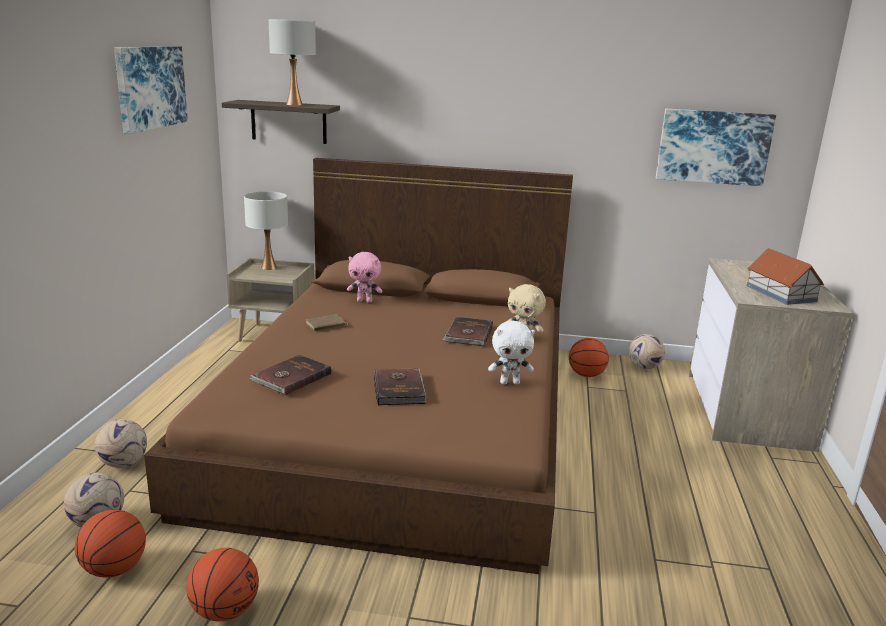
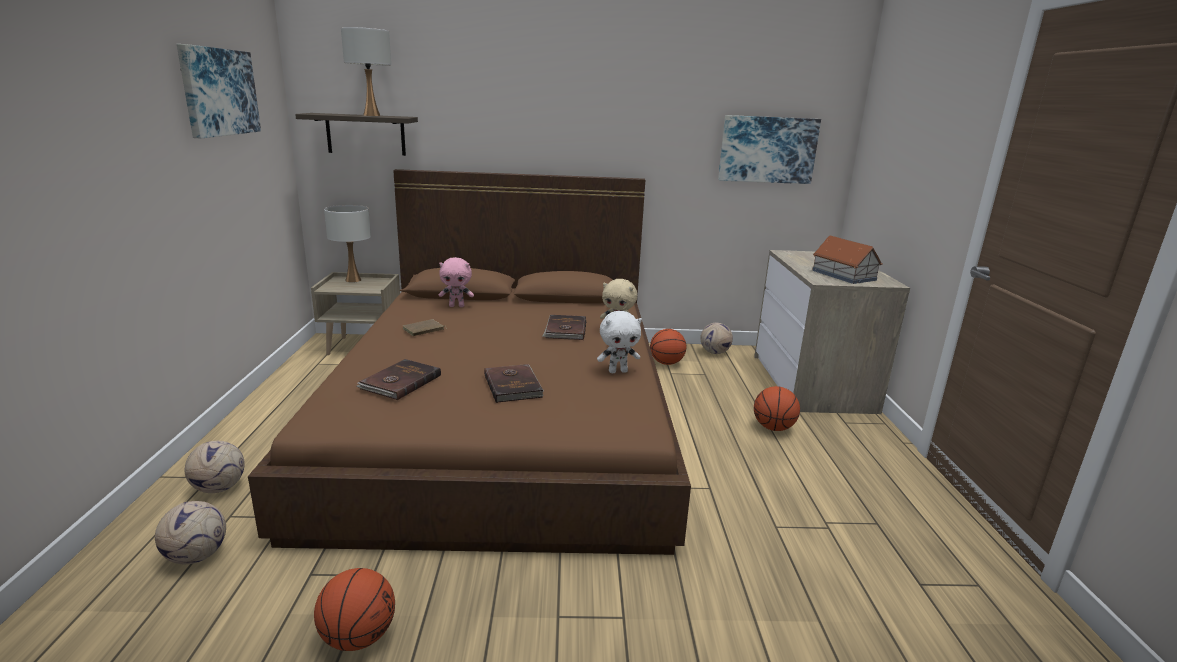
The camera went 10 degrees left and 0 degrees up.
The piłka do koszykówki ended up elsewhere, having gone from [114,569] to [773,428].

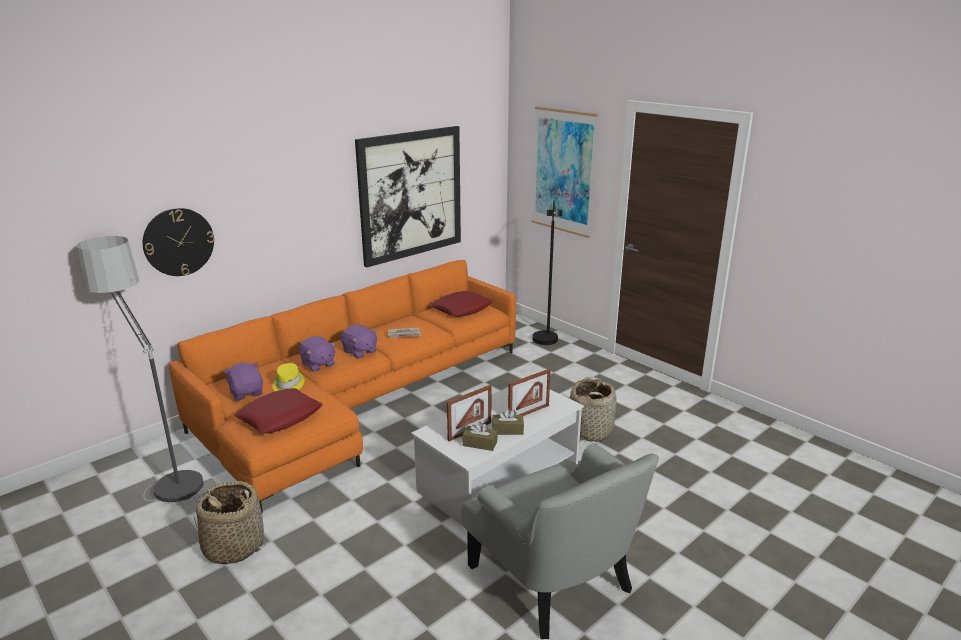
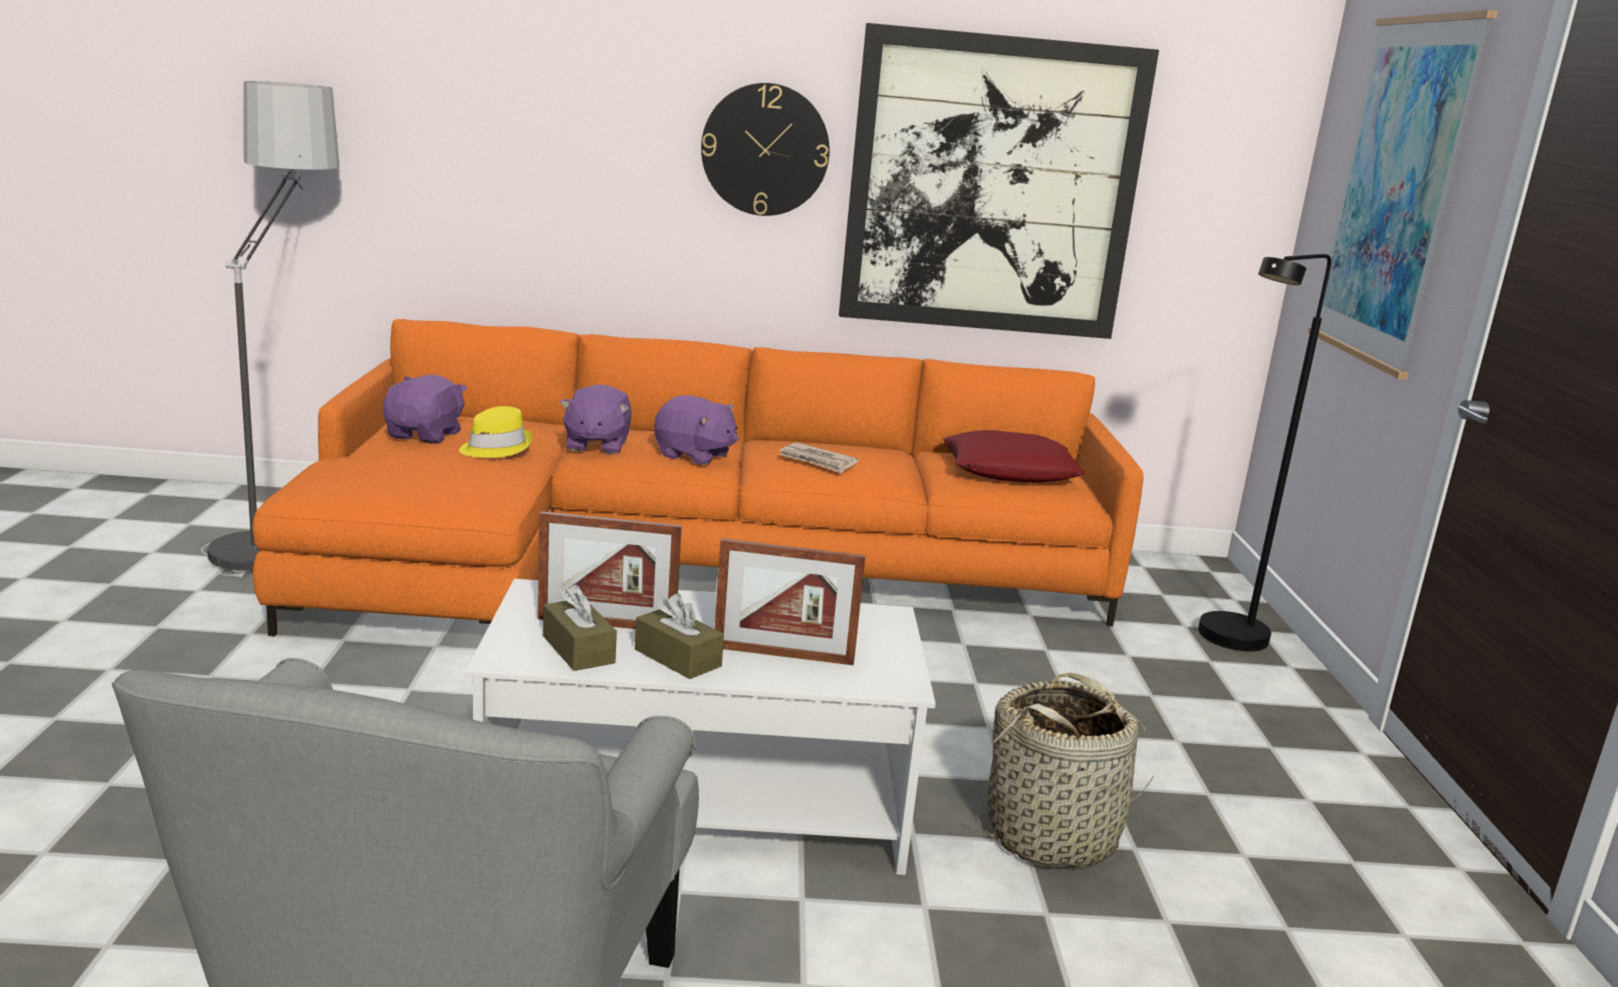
The camera went 40 degrees right and 5 degrees down.
The zegar ścienny ended up elsewhere, having gone from [178,242] to [765,150].
The second view lost the koszyk at [233,546].
The second view lost the poduszka/czerwony at [280,417].
The pluszak/fioletowy at [359,352] ended up facing another way, 60 degrees counterclockwise from before.

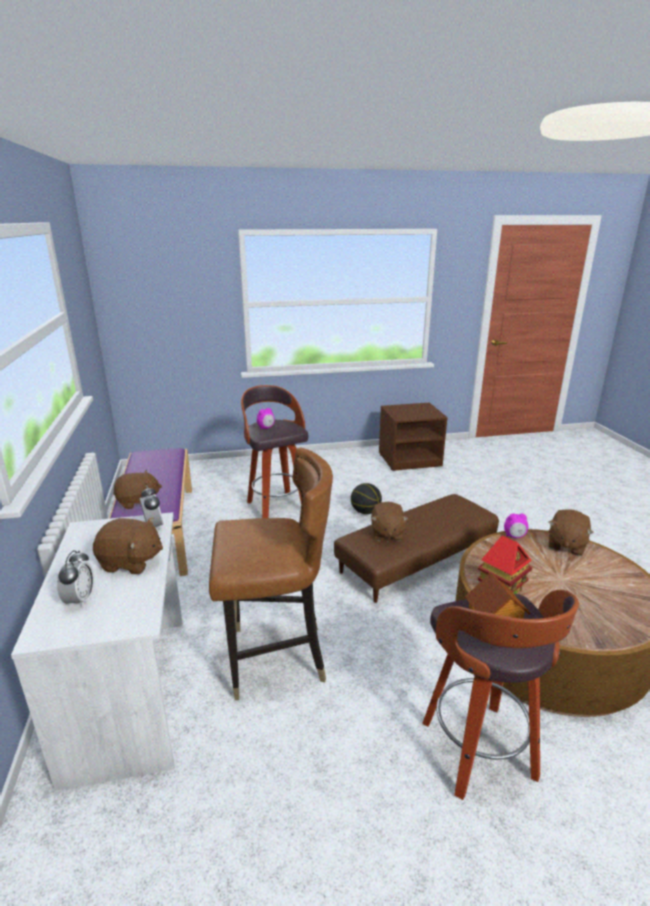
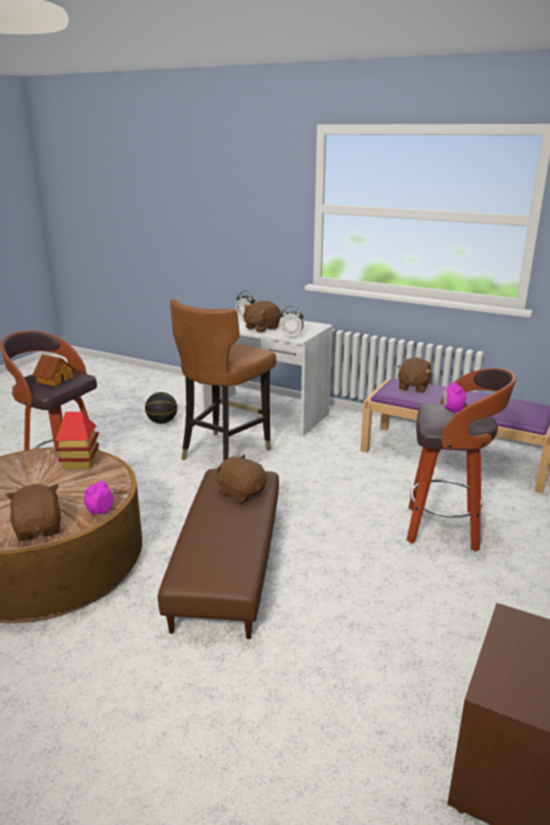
The camera went 130 degrees right and 0 degrees up.
The piłka do koszykówki ended up elsewhere, having gone from [365,512] to [162,422].

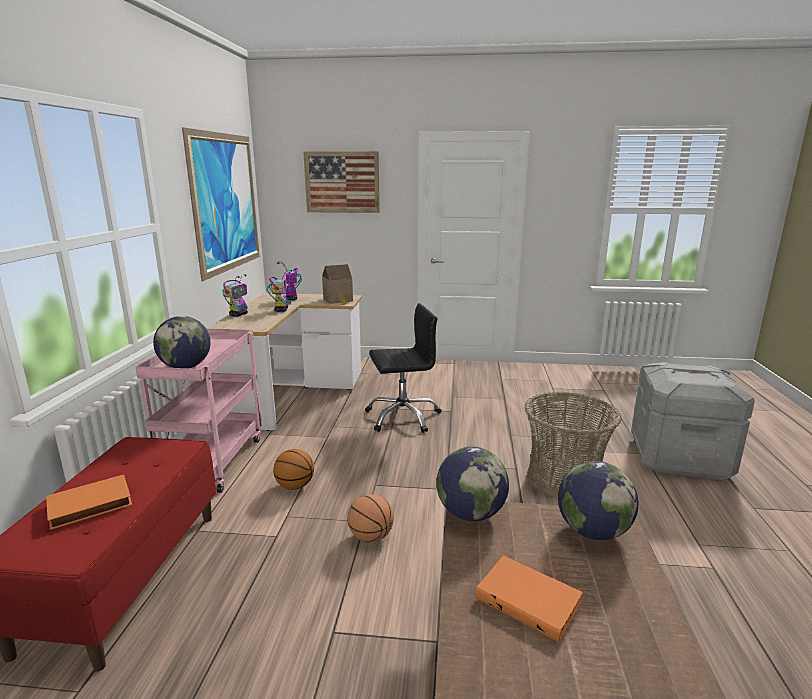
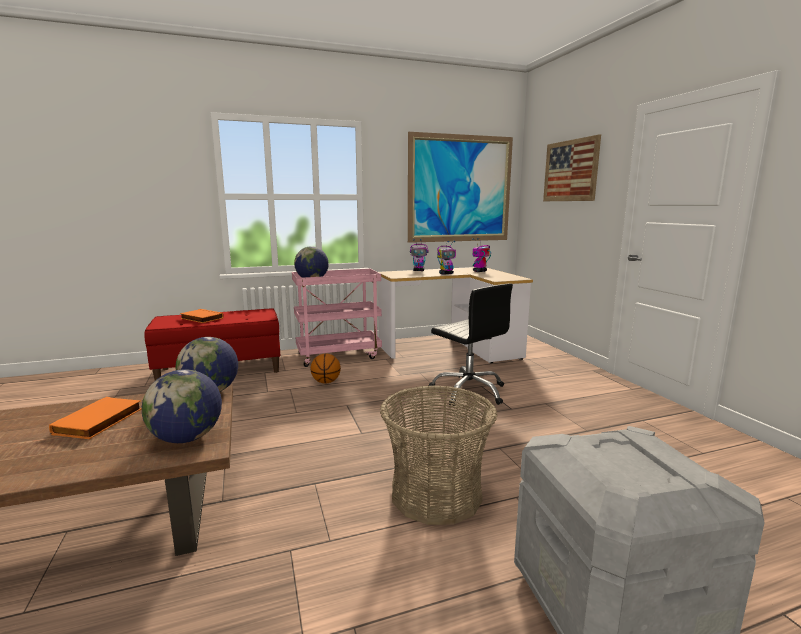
The camera went 65 degrees right and 5 degrees down.
The second view lost the domek at [338,300].
The second view lost the piłka do koszykówki at [371,537].

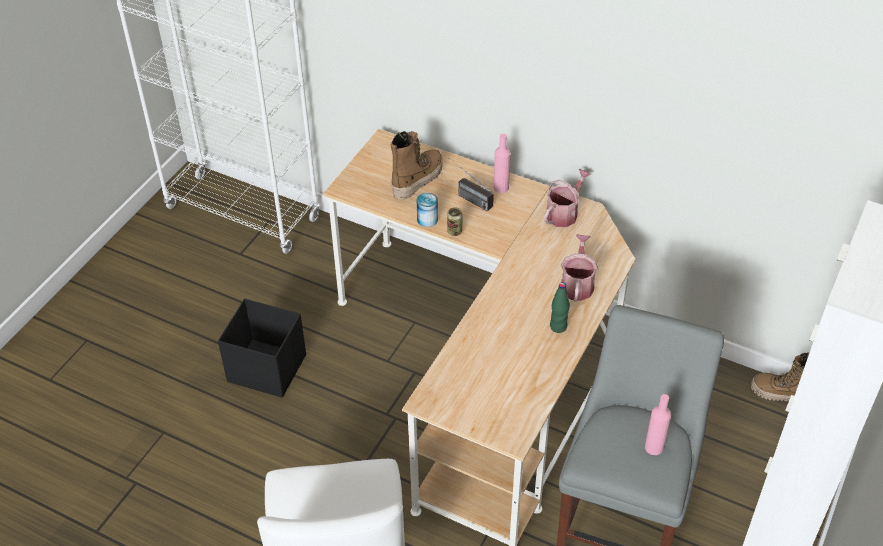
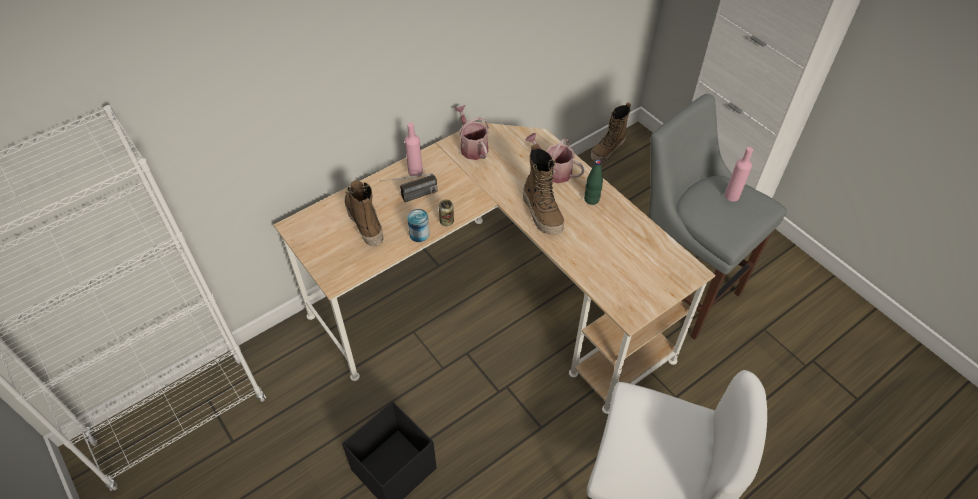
The camera went 65 degrees left and 5 degrees up.
The second view gained the but z cholewką at [542,213].

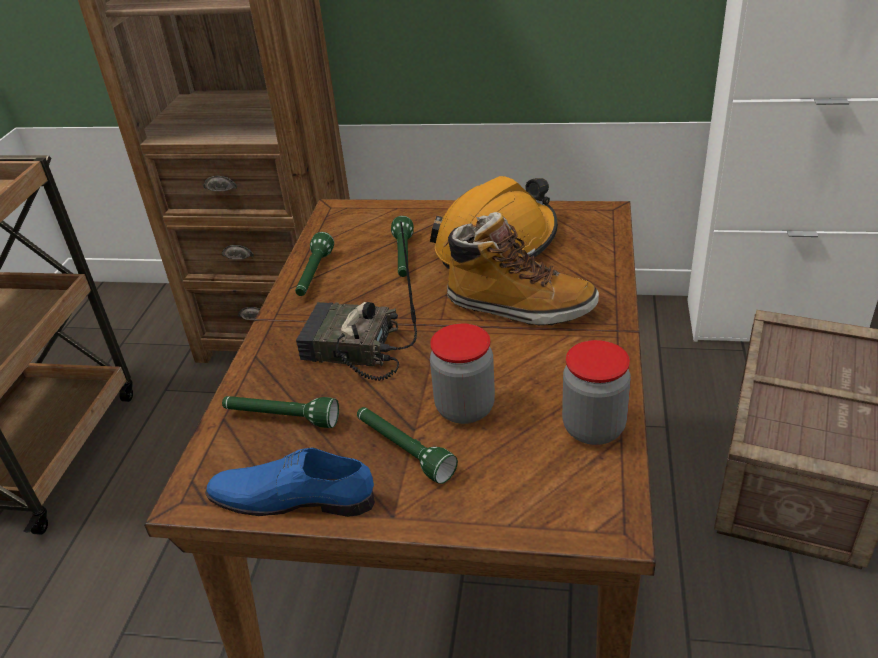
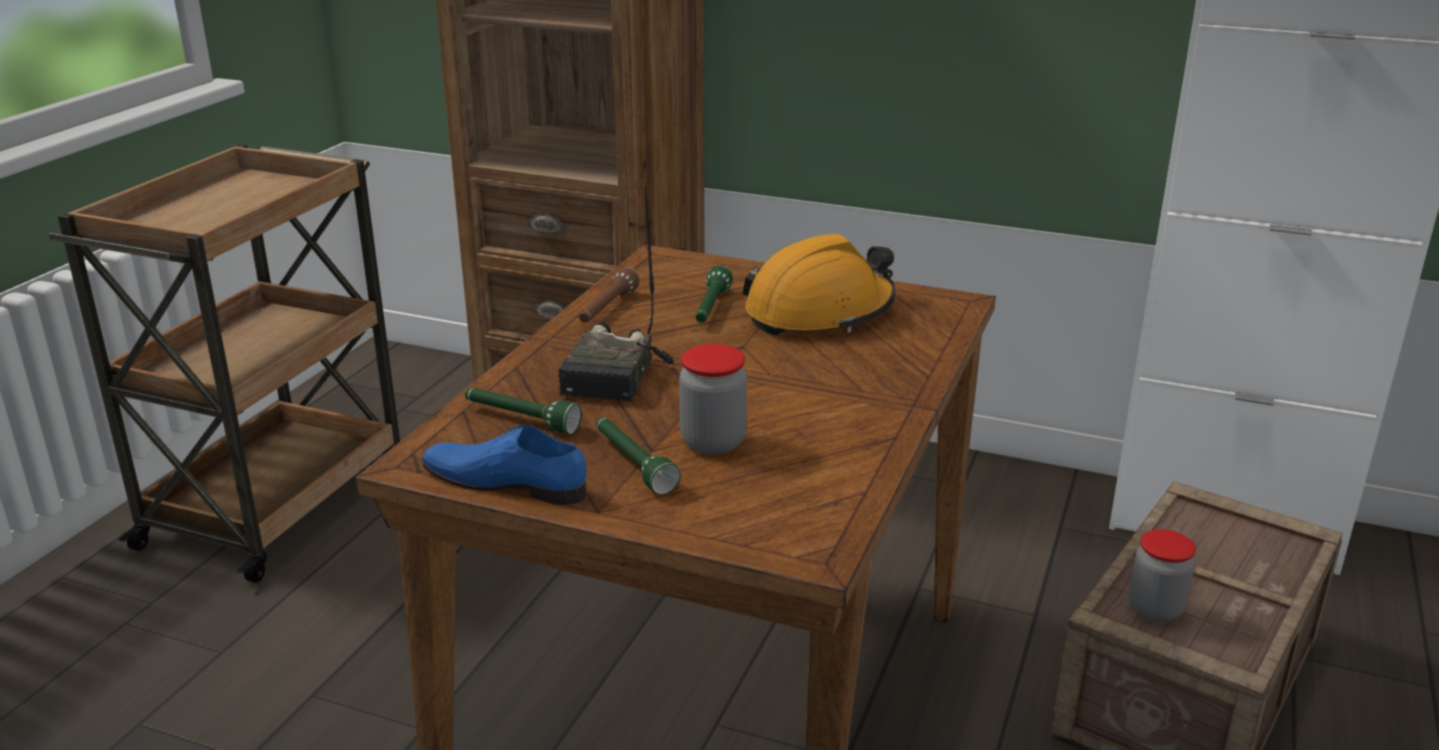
The camera went 10 degrees right and 10 degrees down.
What was the latarka/zielony at [314,275] turned into the latarka/brązowy at [607,309].
The radio at [352,351] ended up facing another way, 105 degrees counterclockwise from before.
The second view lost the but z cholewką at [519,307].
The słoik ended up elsewhere, having gone from [593,428] to [1155,609].

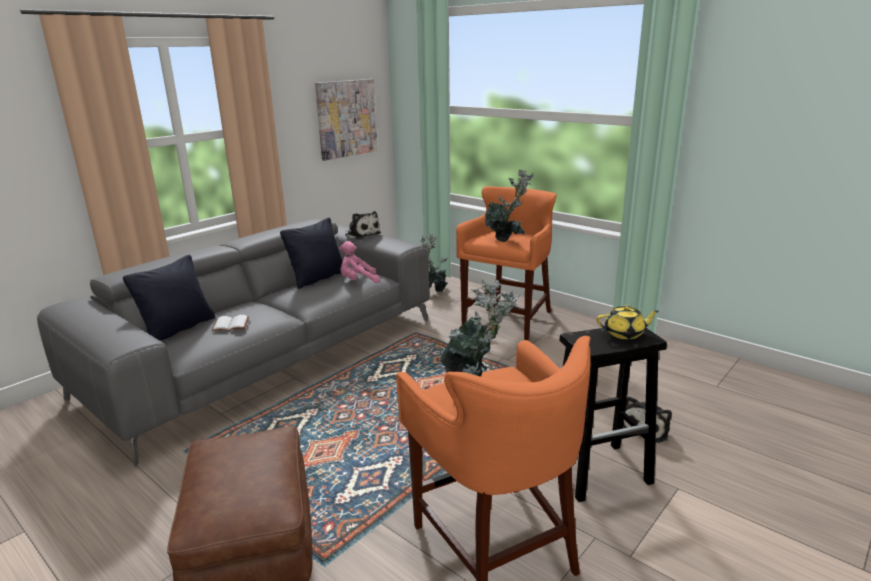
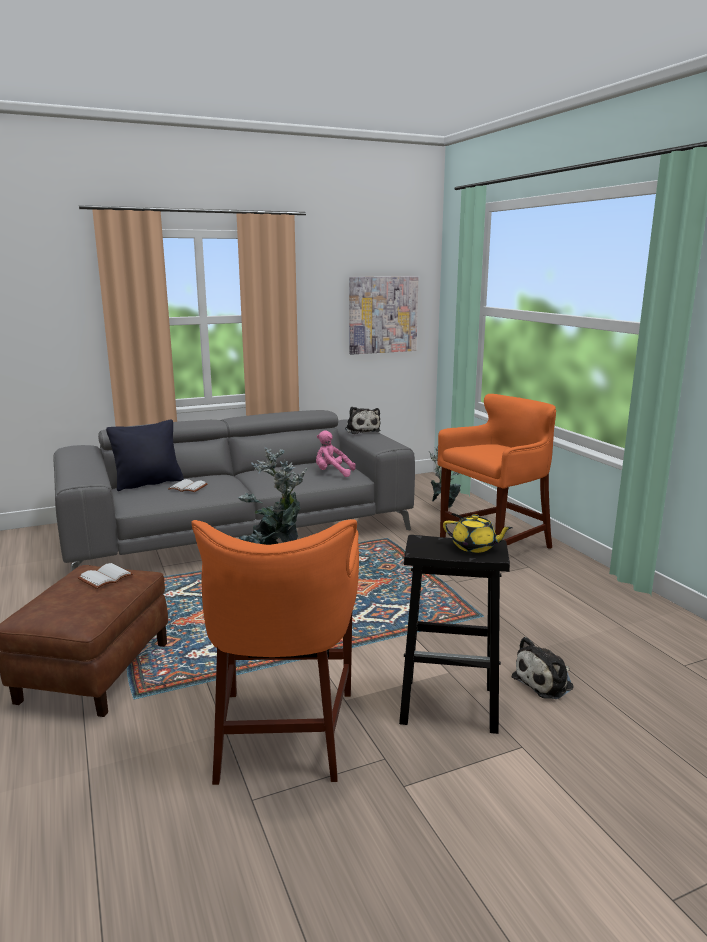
The camera went 25 degrees right and 5 degrees down.
The second view lost the poduszka/czarny at [318,278].
The second view lost the roślina doniczkowa at [507,239].
The second view gained the książka/biały at [106,578].

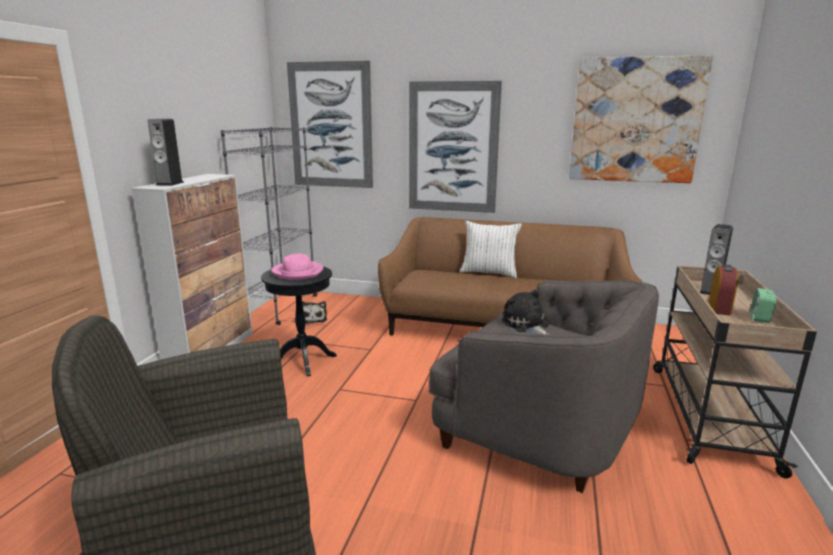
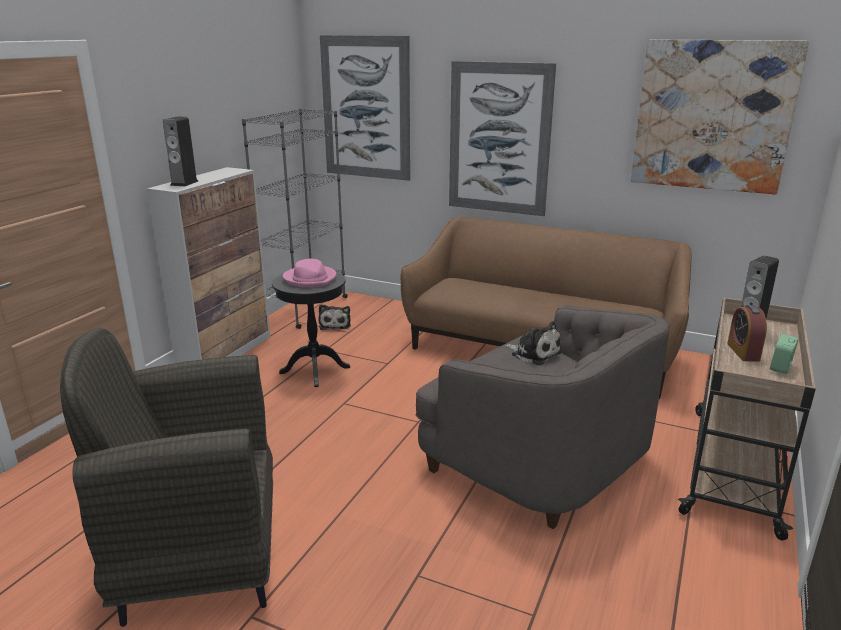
The camera went 10 degrees right and 5 degrees up.
The second view lost the poduszka/biały at [489,273].
The pluszak at [526,325] ended up facing another way, 150 degrees clockwise from before.
The budzik at [719,308] ended up facing another way, 150 degrees clockwise from before.

